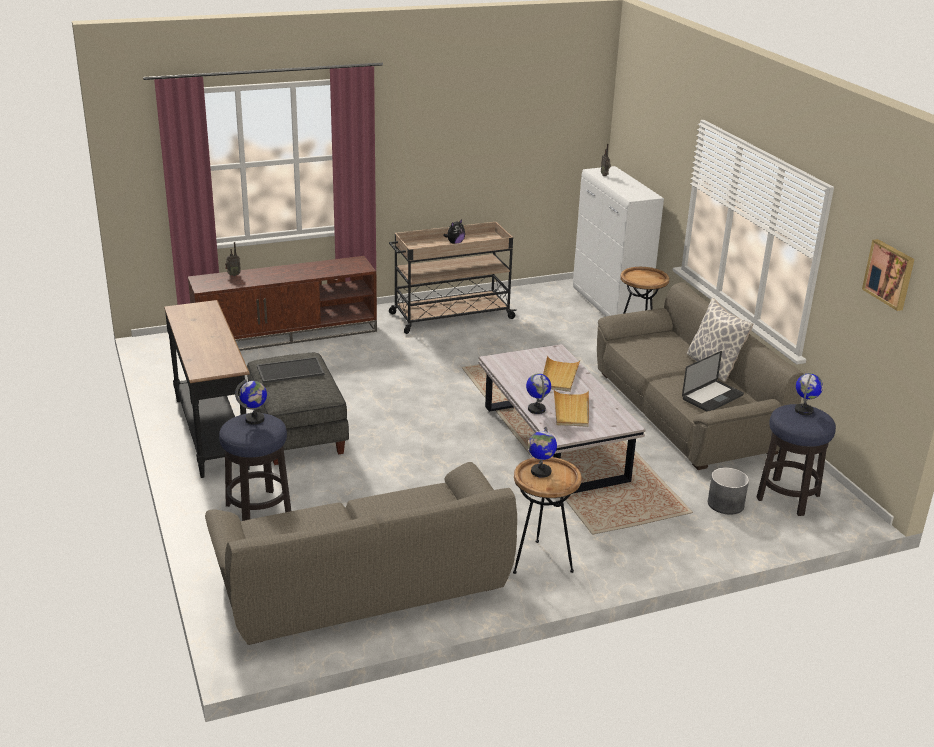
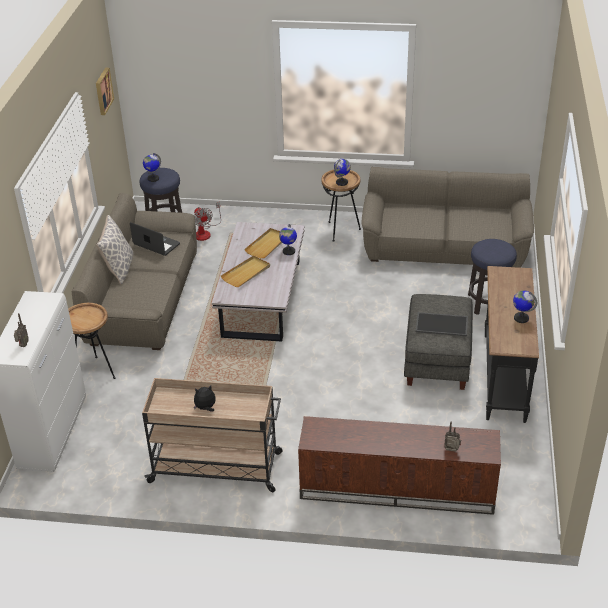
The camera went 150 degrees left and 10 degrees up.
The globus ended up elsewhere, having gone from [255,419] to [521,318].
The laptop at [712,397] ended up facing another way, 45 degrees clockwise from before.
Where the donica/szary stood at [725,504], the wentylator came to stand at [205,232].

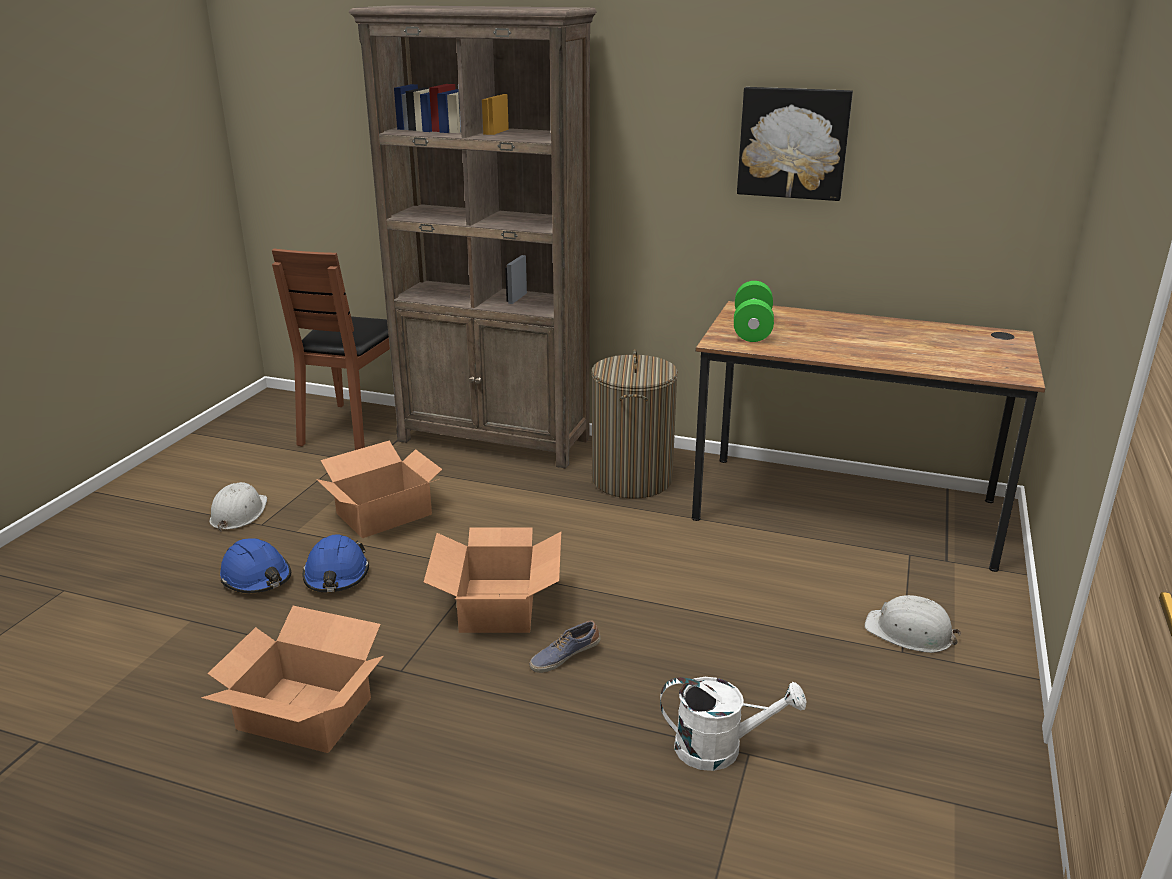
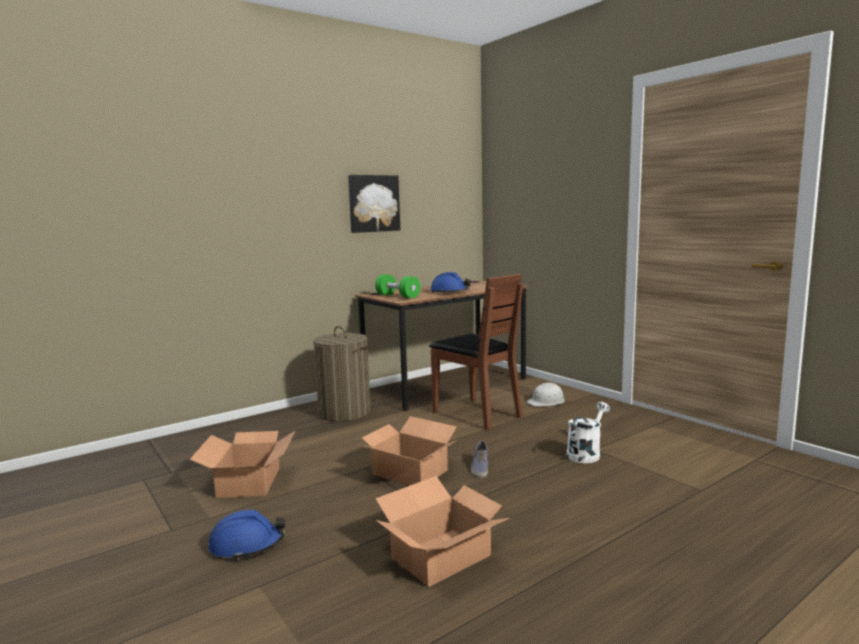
The camera went 55 degrees left and 15 degrees down.
The second view lost the kask/biały at [238,513].
The krzesło/brązowy ended up elsewhere, having gone from [353,427] to [477,414].
The kask/niebieski ended up elsewhere, having gone from [336,576] to [450,292].
The second view lost the regał/brązowy at [495,440].

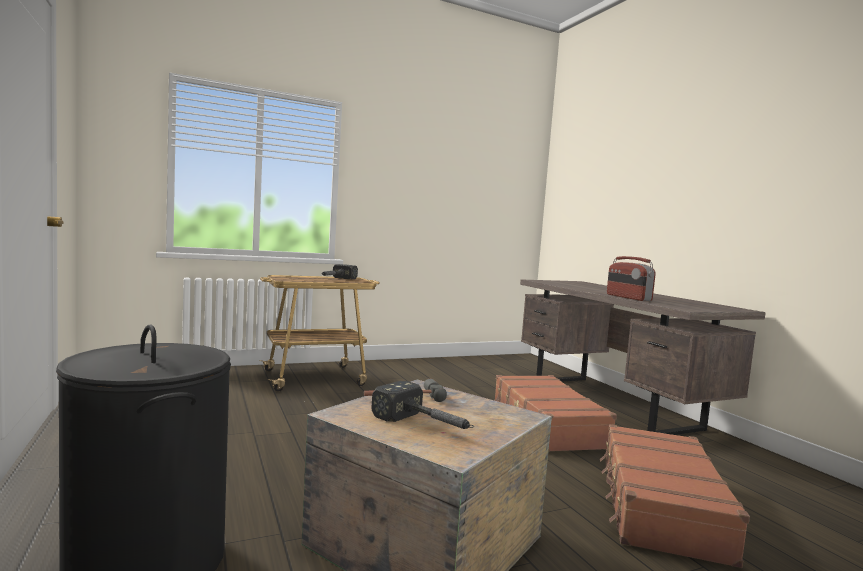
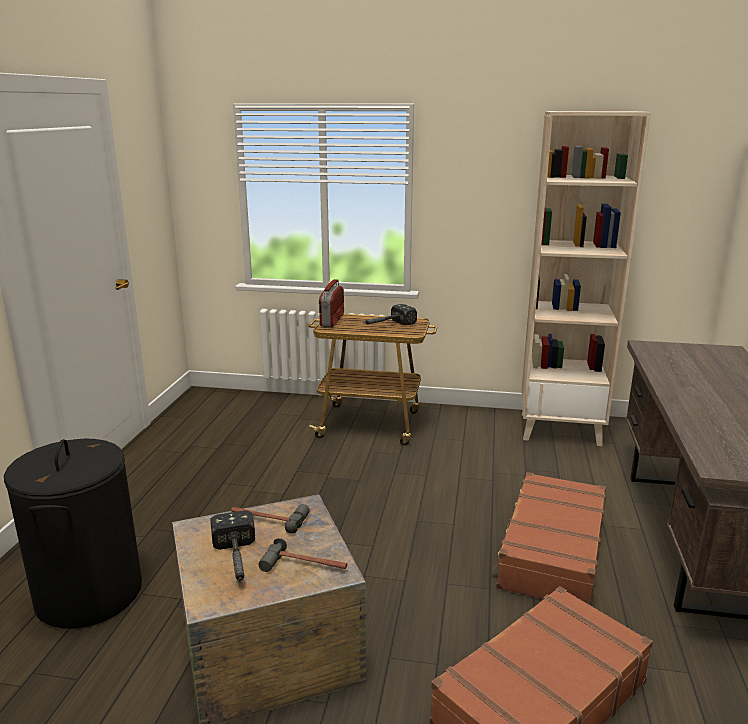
The camera went 35 degrees right and 15 degrees up.
The radio ended up elsewhere, having gone from [628,297] to [331,320].
The second view gained the młotek at [305,566].
The second view gained the regał/beżowy at [560,429].

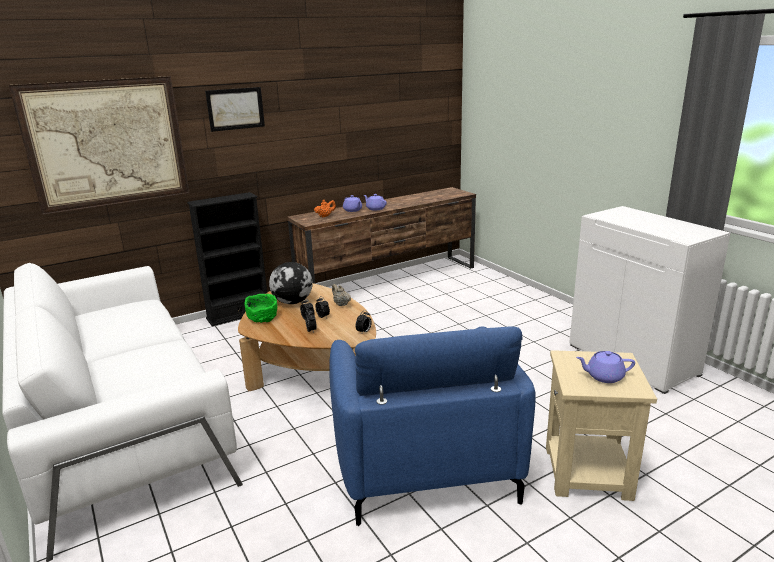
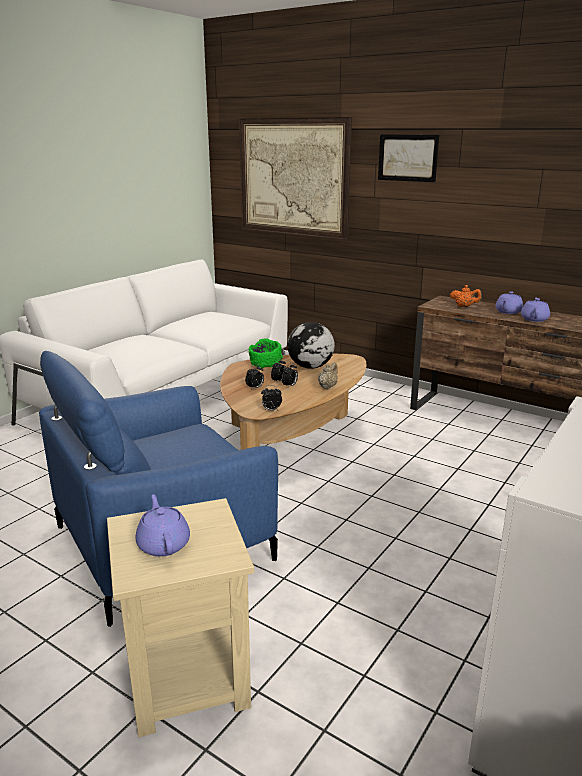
The camera went 65 degrees right and 0 degrees up.
The second view lost the regał/czarny at [238,315].

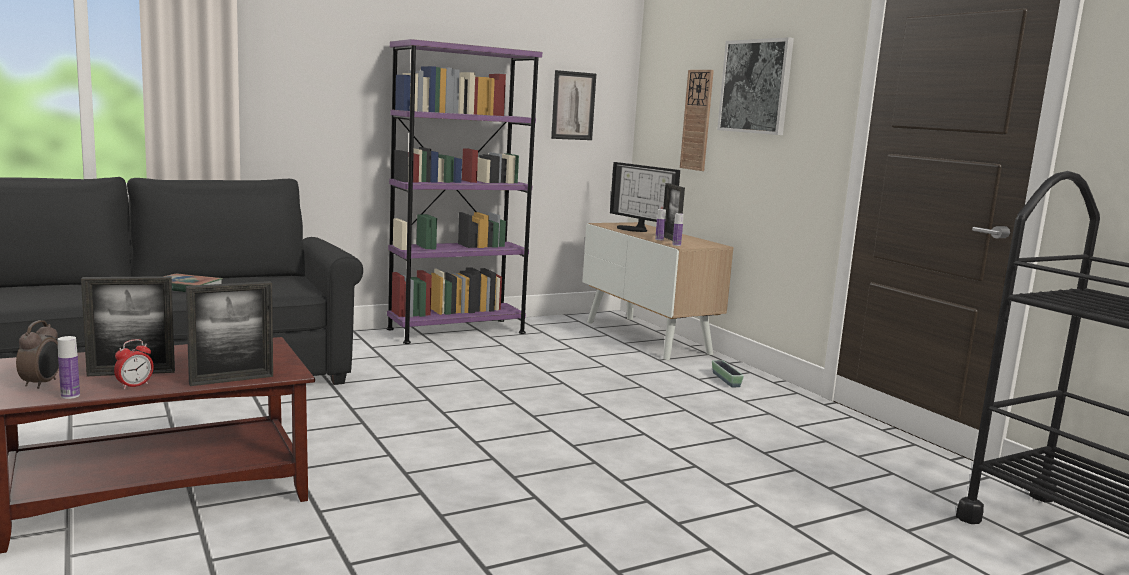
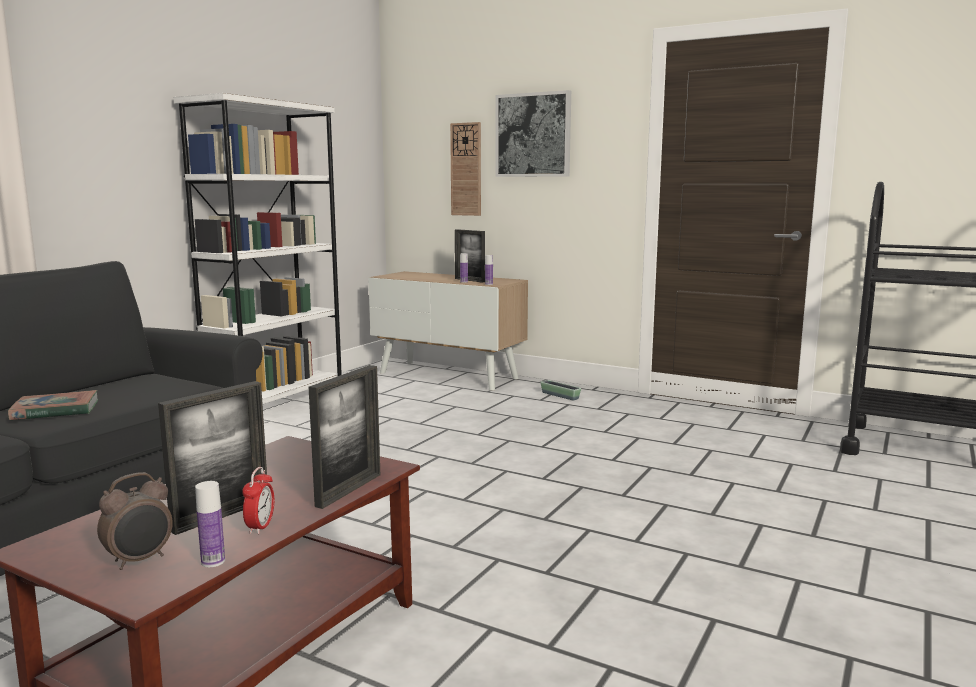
The camera went 30 degrees left and 0 degrees up.
The budzik at [42,384] ended up facing another way, 75 degrees clockwise from before.
What was the regał/fioletowy at [456,331] turned into the regał/biały at [277,405].
The second view lost the obraz at [573,105].
The second view lost the monitor at [635,229].

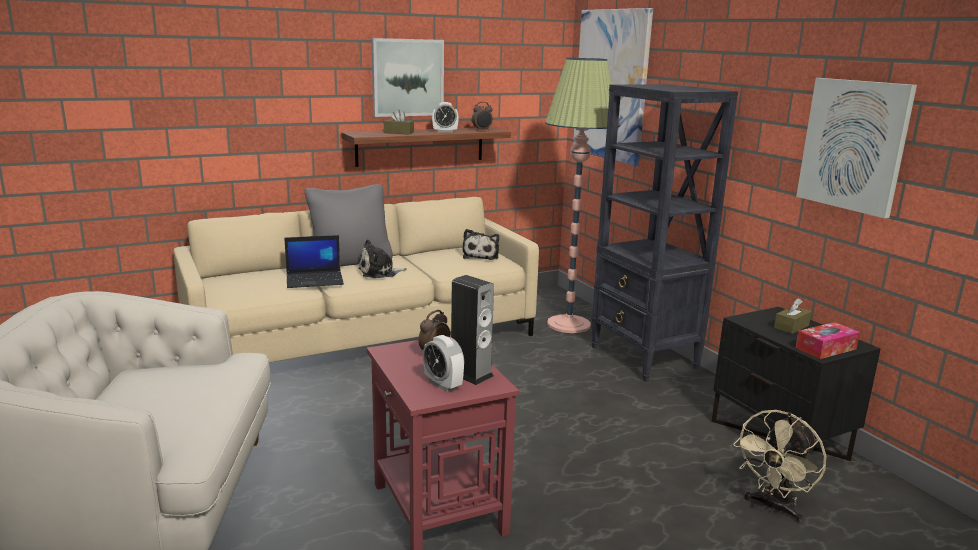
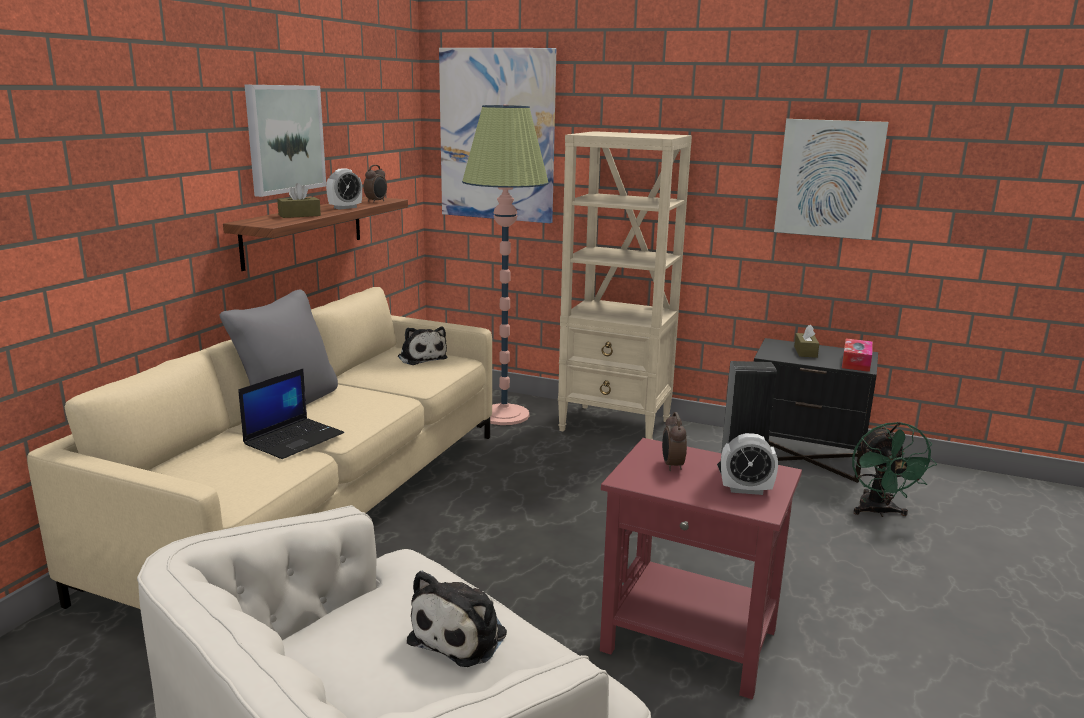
The camera went 40 degrees left and 0 degrees up.
The pluszak ended up elsewhere, having gone from [379,272] to [462,635].
What was the regał/czarny at [644,358] turned into the regał/beżowy at [616,426].
What was the wentylator/beżowy at [773,507] turned into the wentylator/zielony at [878,512].

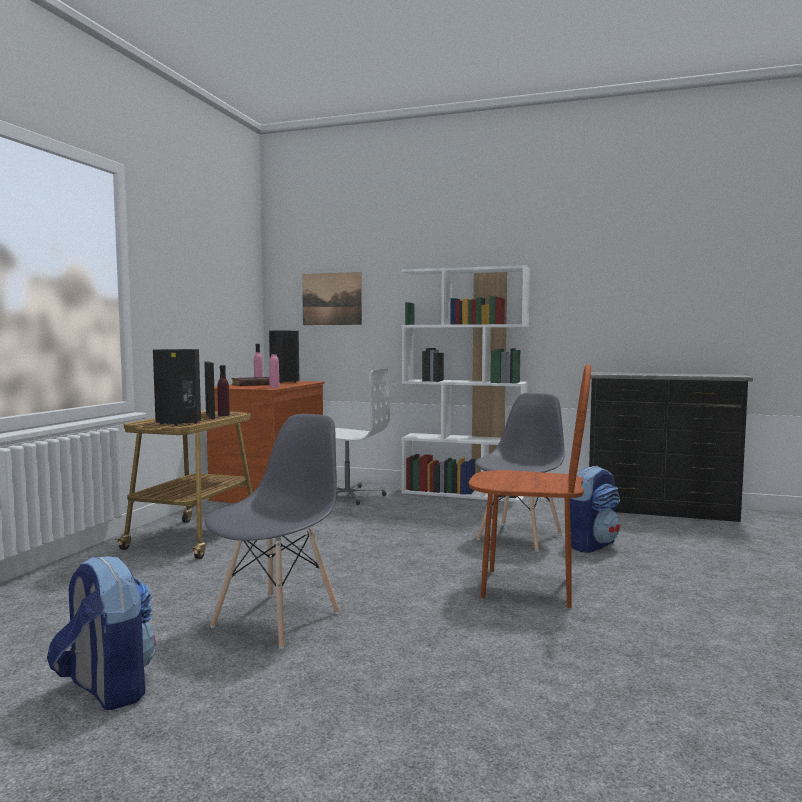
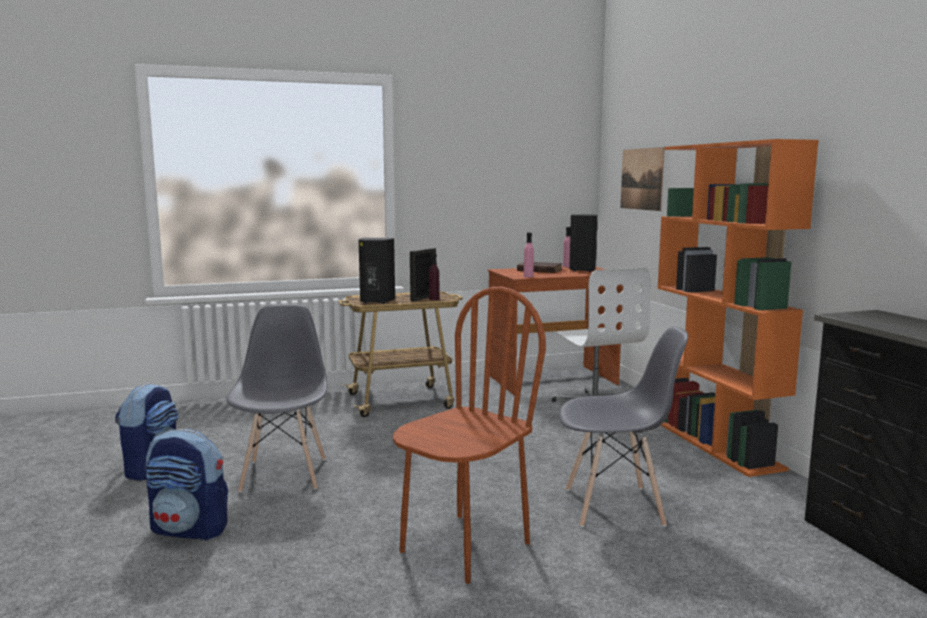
The camera went 55 degrees right and 5 degrees up.
The krzesło/szary at [277,619] ended up facing another way, 90 degrees counterclockwise from before.
What was the regał/biały at [464,493] turned into the regał/pomarańczowy at [714,443].
The krzesło/brązowy at [528,587] ended up facing another way, 120 degrees counterclockwise from before.
The plecak ended up elsewhere, having gone from [591,545] to [190,529].

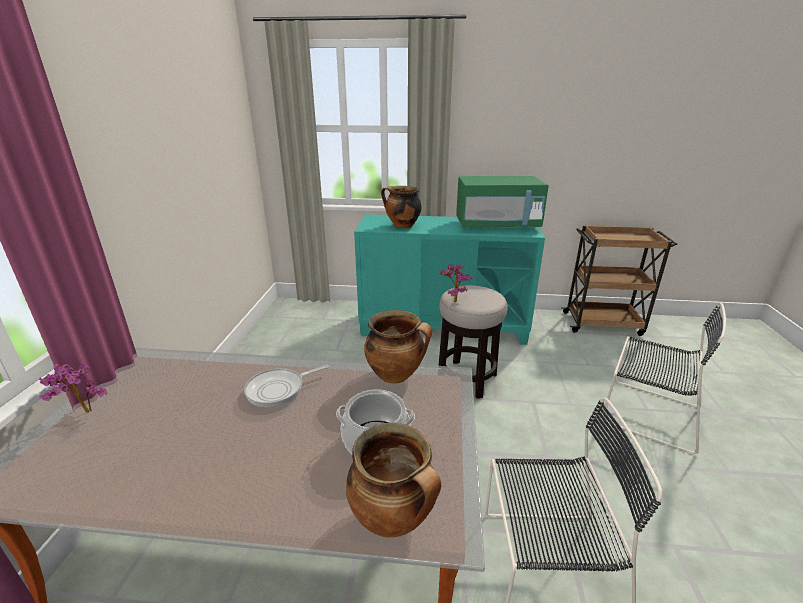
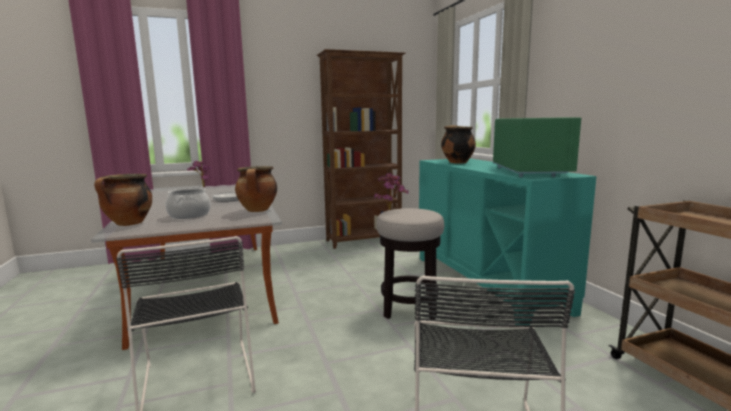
The camera went 65 degrees right and 15 degrees down.
The mikrofalówka/zielony at [497,225] ended up facing another way, 150 degrees counterclockwise from before.
The second view gained the regał/brązowy at [364,241].

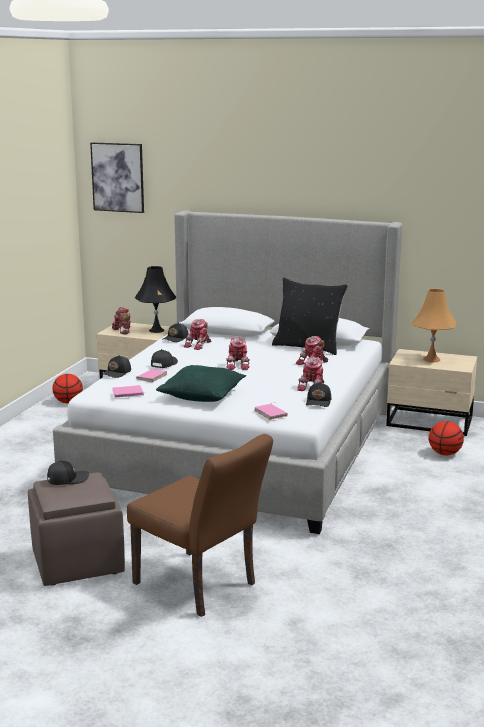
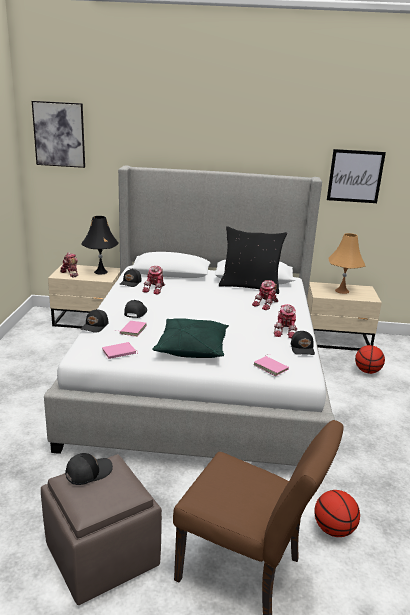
The camera went 15 degrees left and 5 degrees up.
The piłka do koszykówki ended up elsewhere, having gone from [68,402] to [333,529].
The second view lost the robot zabawkowy at [238,365].
The second view gained the obraz at [355,176].

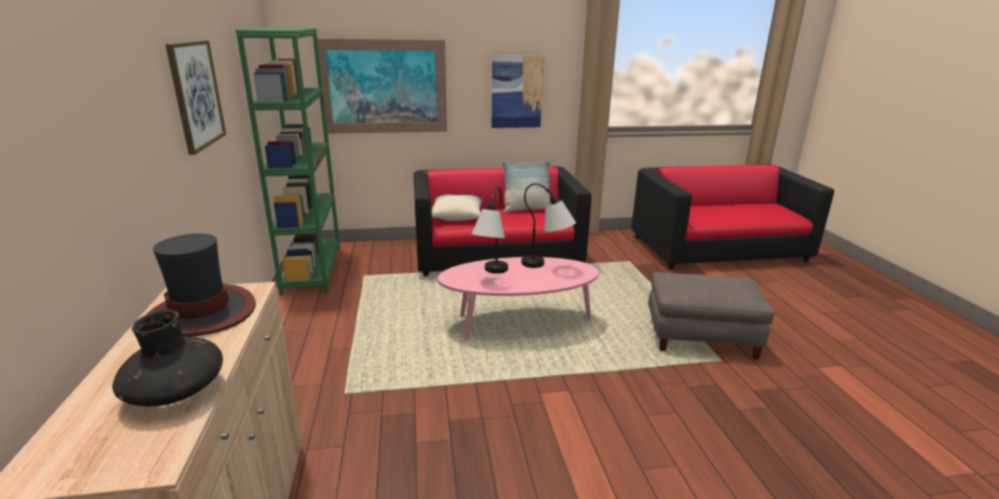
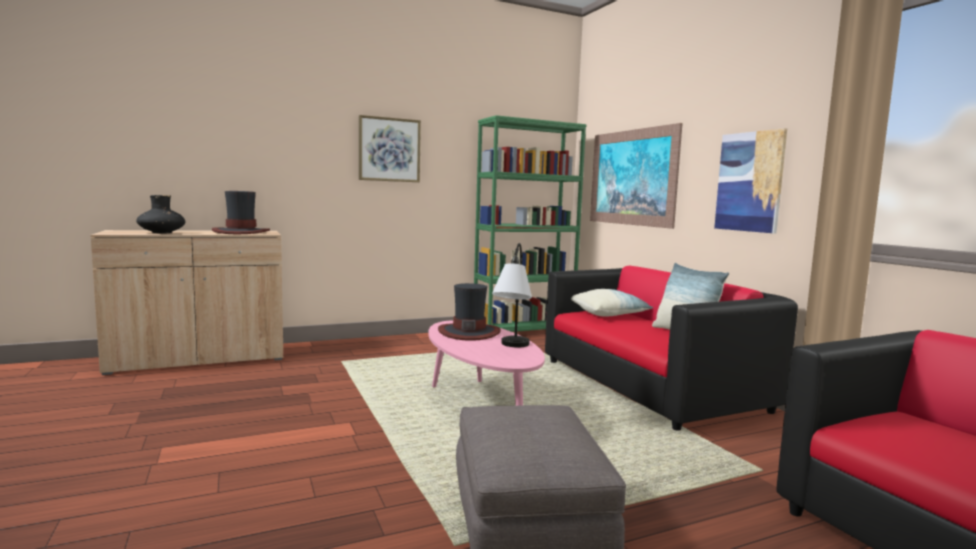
The camera went 75 degrees right and 15 degrees down.
Where the lampa stołowa stood at [490,275], the kapelusz came to stand at [469,332].

